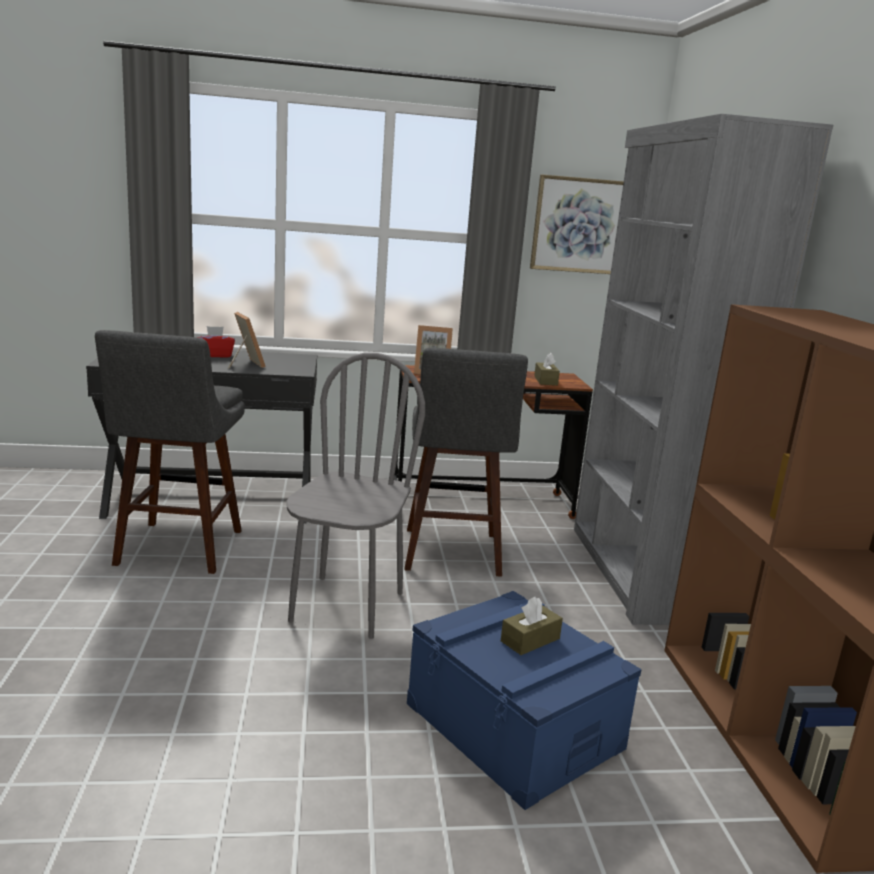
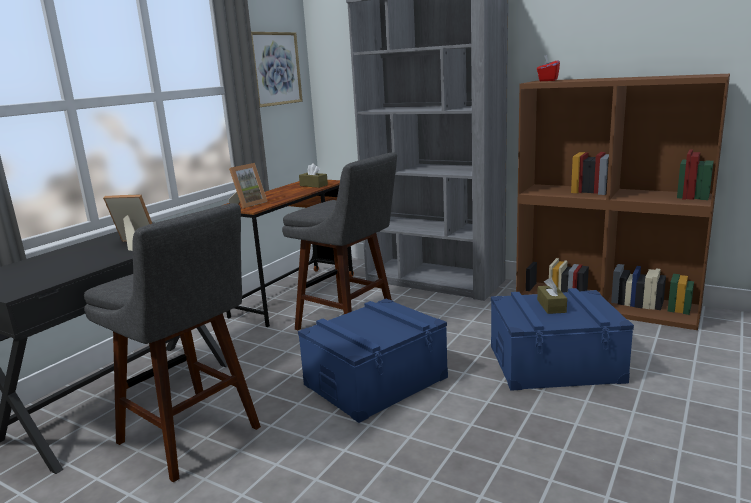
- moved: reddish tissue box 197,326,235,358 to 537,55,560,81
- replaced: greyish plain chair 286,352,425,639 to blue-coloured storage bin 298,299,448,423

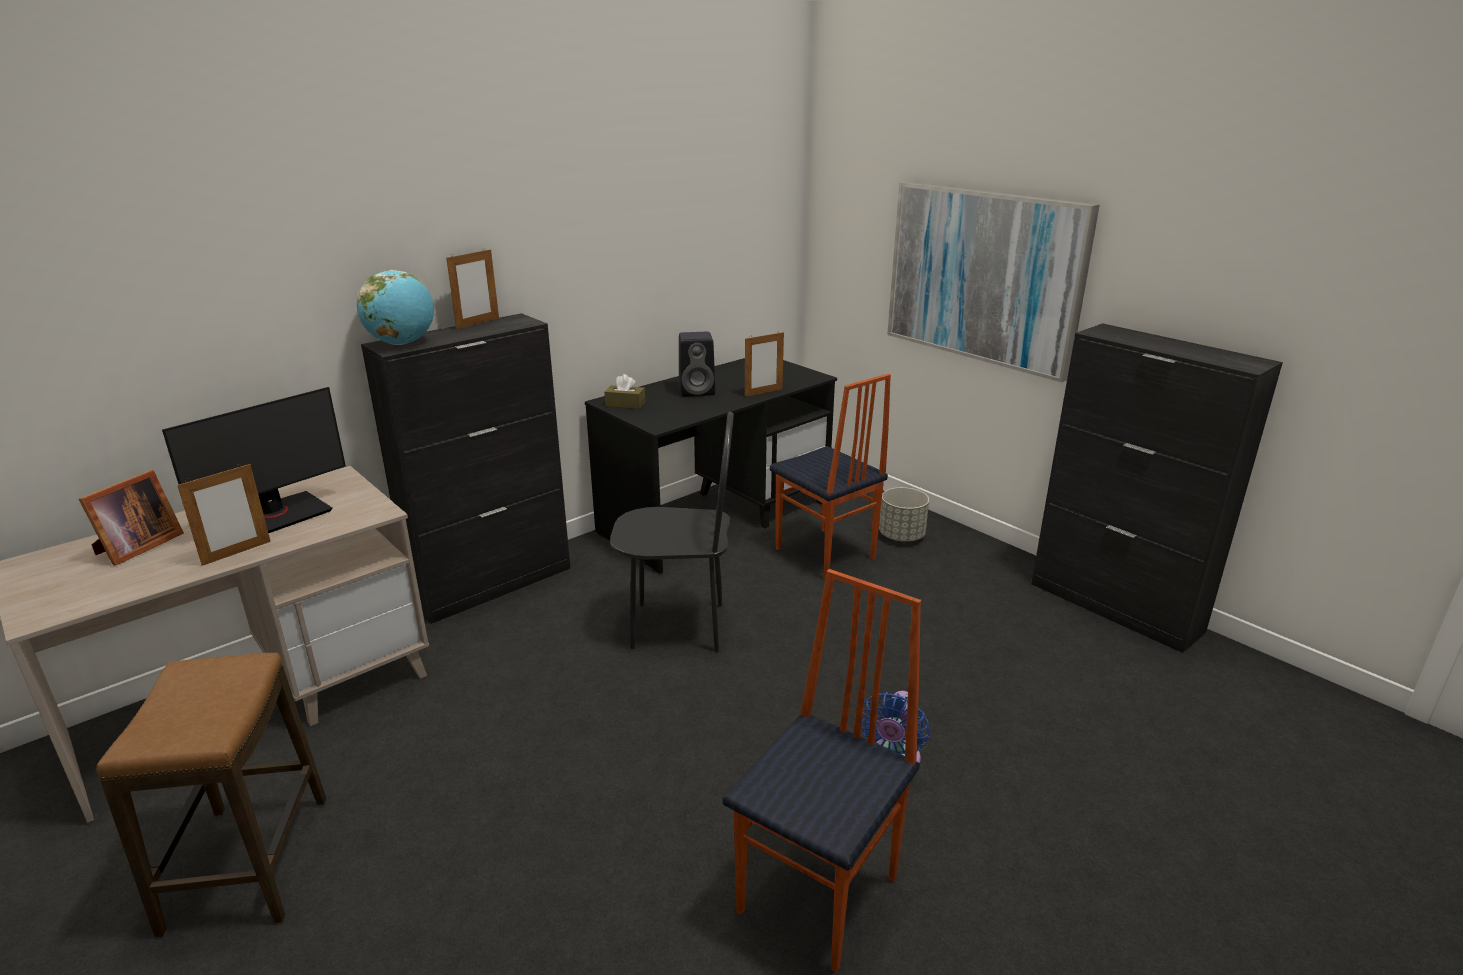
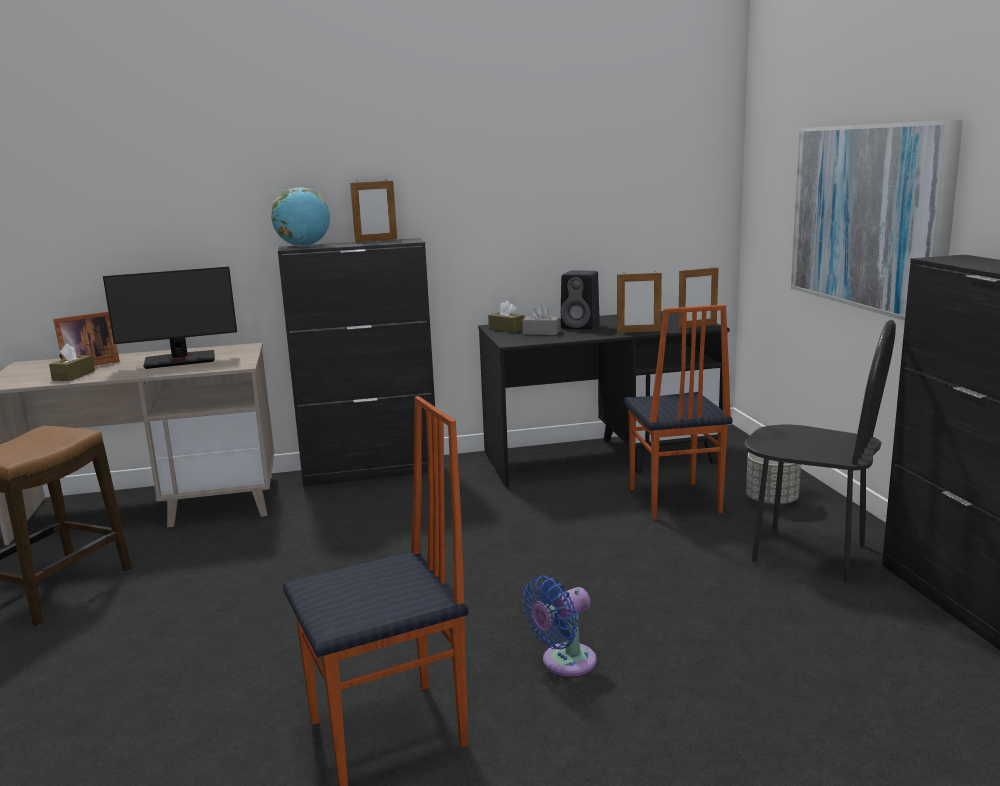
- moved: photo frame 177,464,271,566 to 678,267,719,329
- moved: black plain chair 610,412,734,652 to 745,320,896,583
- added: brown tissue box 49,343,95,381
- added: greyish tissue box 522,304,560,335

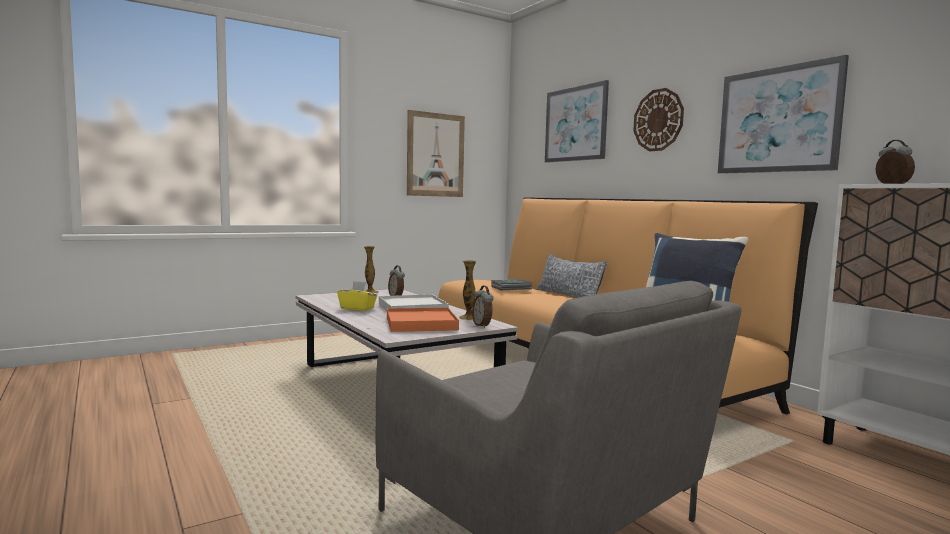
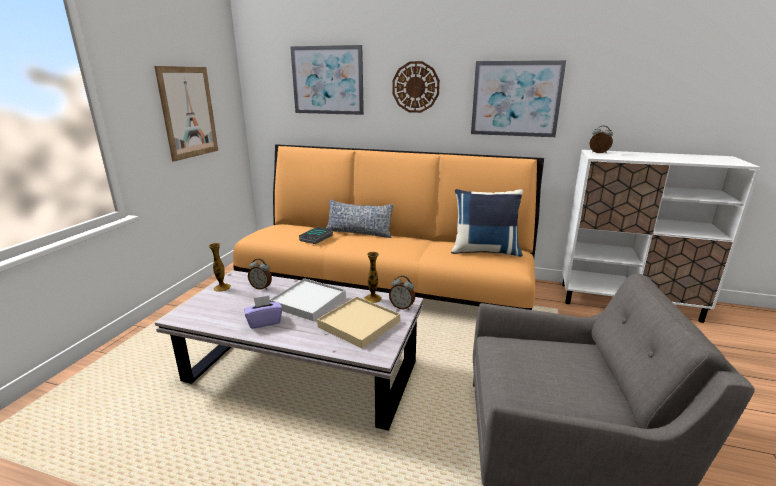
- recoloured: yellow tissue box 337,281,377,311 to purple tissue box 244,296,282,329
- recoloured: orange serving tray 387,307,459,332 to sand-coloured serving tray 317,297,400,349

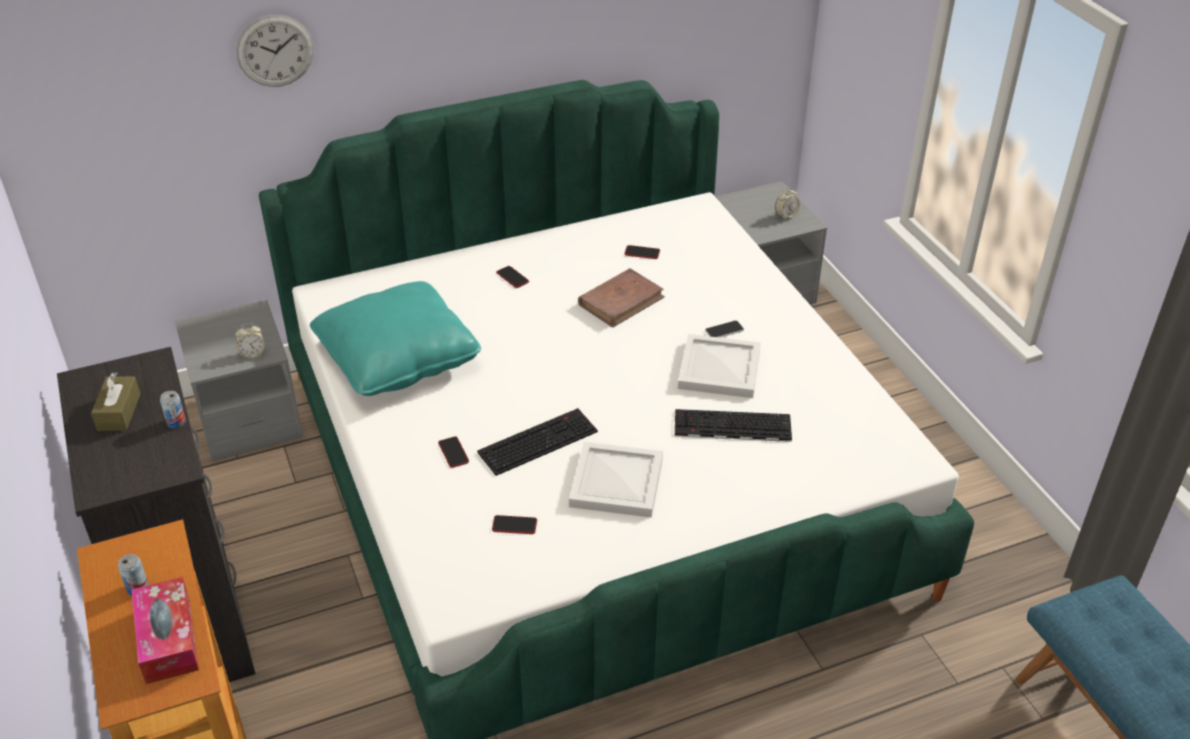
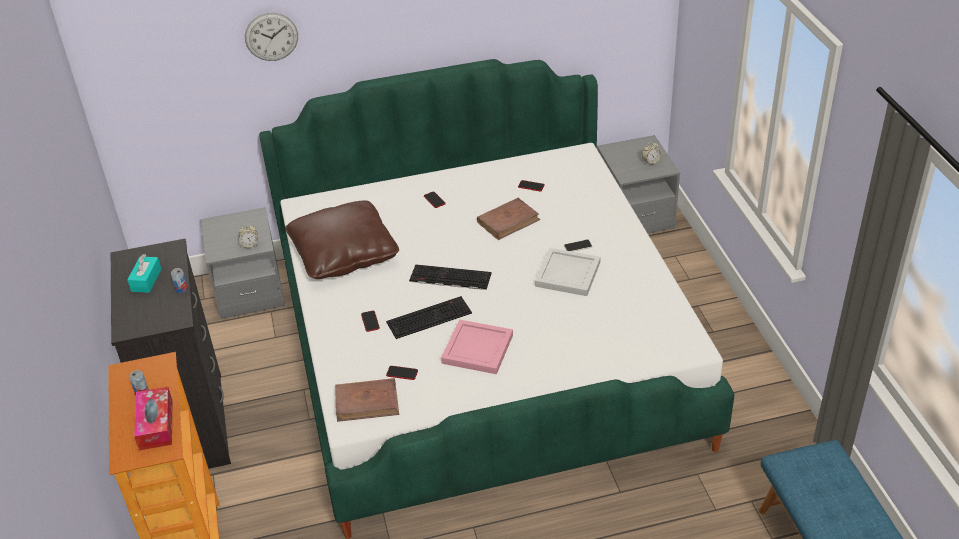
- recoloured: brown tissue box 91,372,140,431 to turquoise tissue box 127,254,161,293
- recoloured: turquoise pillow 310,281,481,396 to brown pillow 285,200,399,279
- recoloured: white serving tray 569,442,663,518 to pink serving tray 441,319,513,374
- moved: keyboard 675,409,792,442 to 409,264,492,290
- added: brown book 335,378,399,422

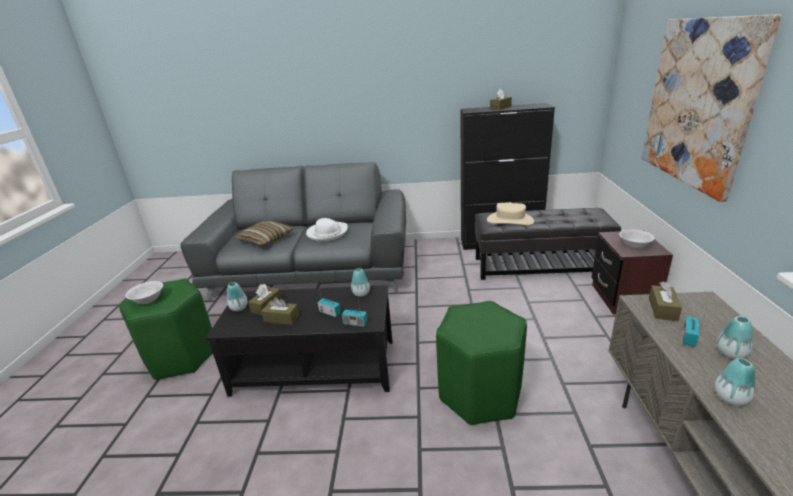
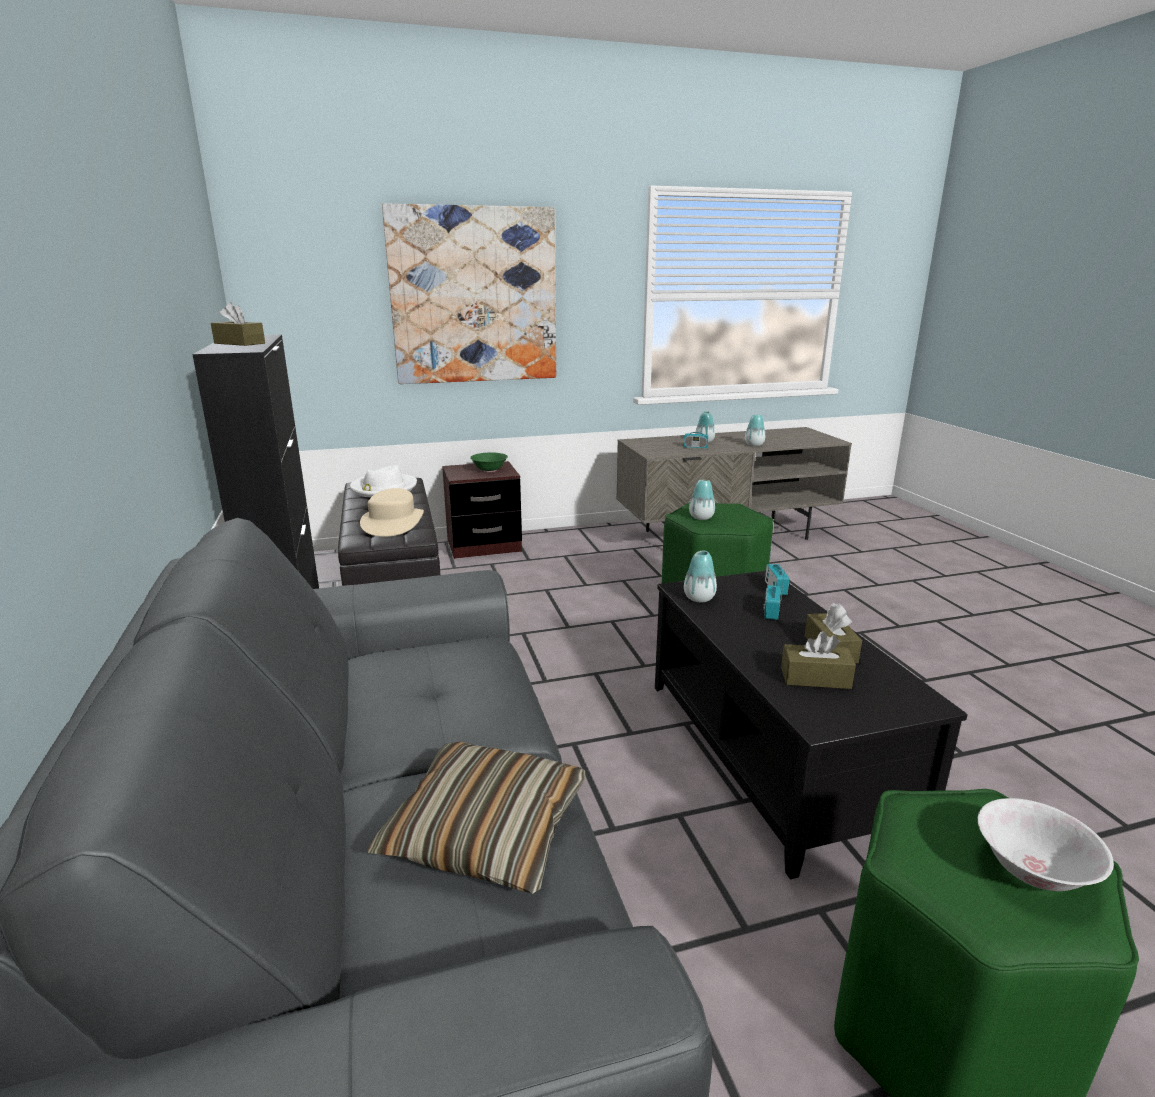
- moved: vase 227,282,247,311 to 689,480,715,520
- moved: white clothing hat 306,218,348,241 to 350,465,417,497
- recoloured: white deep dish 619,229,654,249 to green deep dish 470,452,508,472
- removed: brown tissue box 649,282,682,321

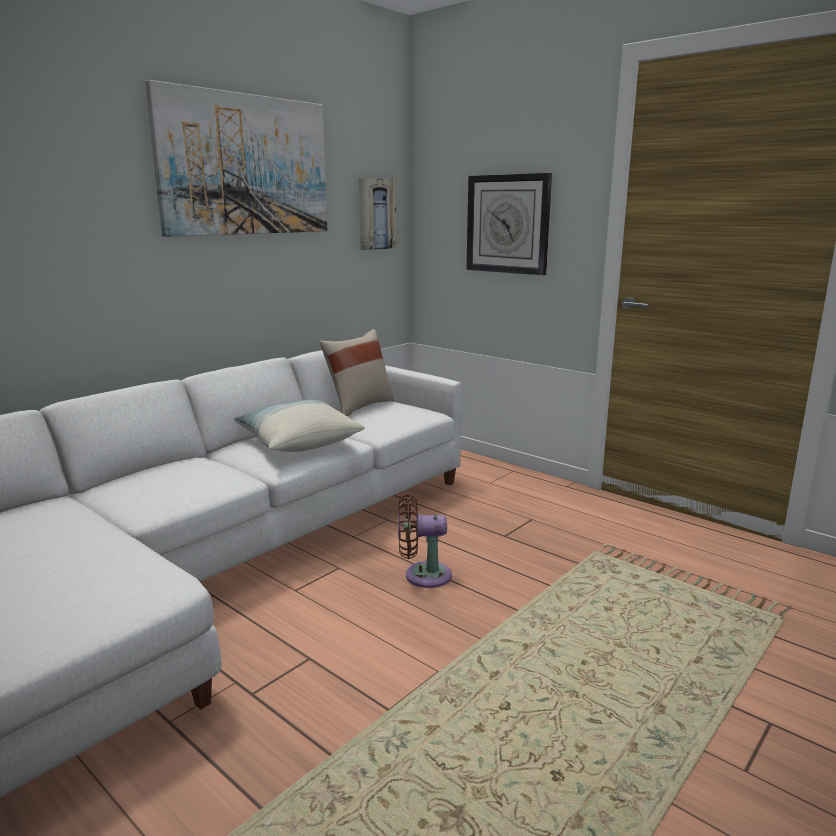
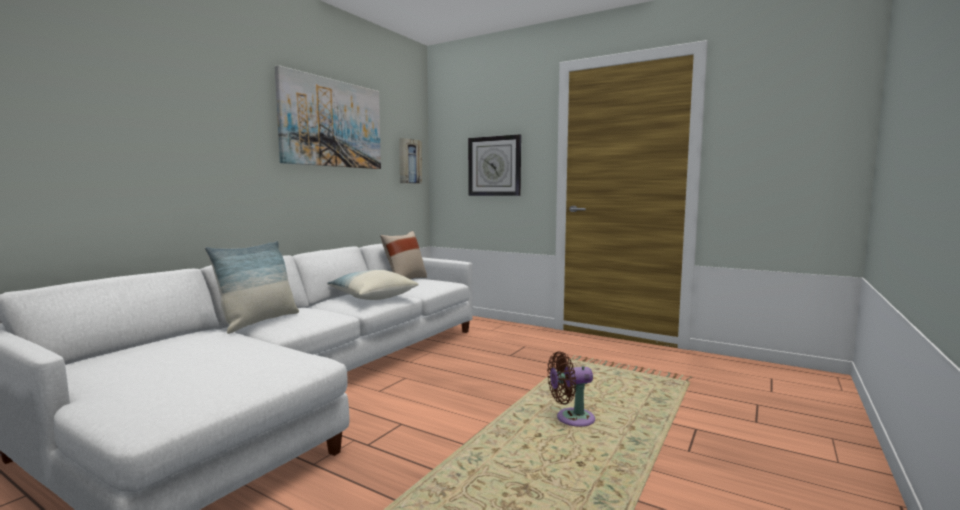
- moved: brown cooling fan 398,495,452,588 to 547,351,595,427
- added: pillow 205,241,299,334

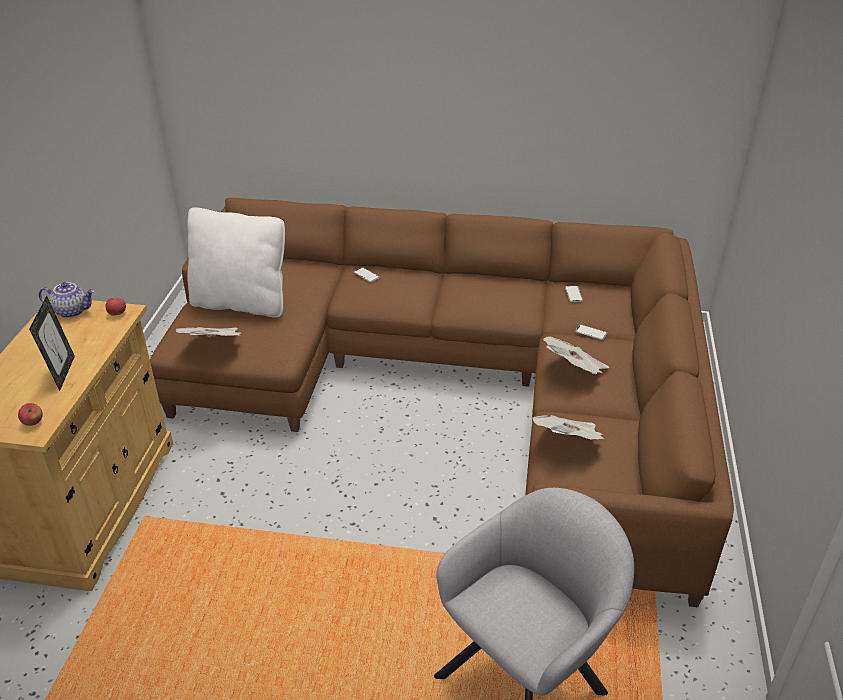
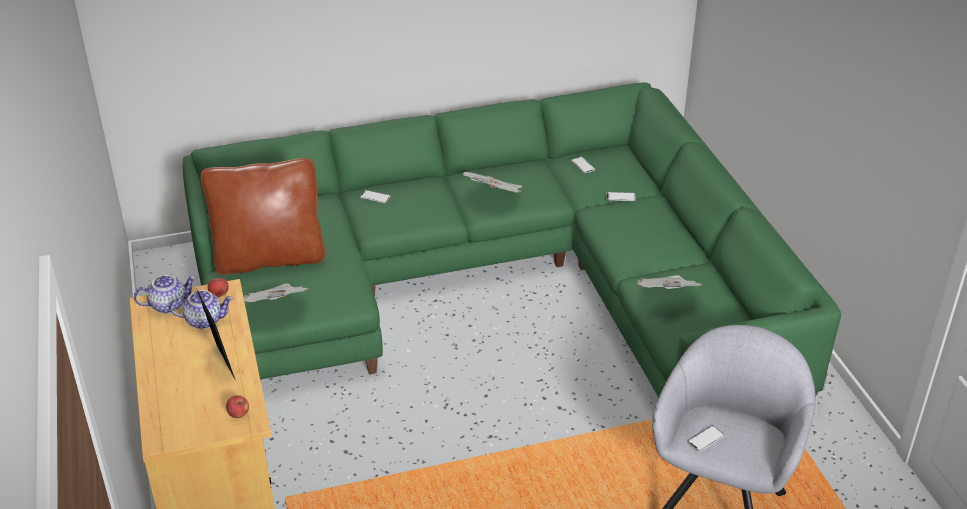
- recoloured: brown settee 150,198,734,607 to green settee 183,82,841,398
- recoloured: white pillow 187,207,285,317 to brown pillow 201,158,325,275
- moved: printed paper 543,336,609,374 to 463,172,523,193
- added: tea pot 170,290,233,329
- added: phone 687,426,725,452

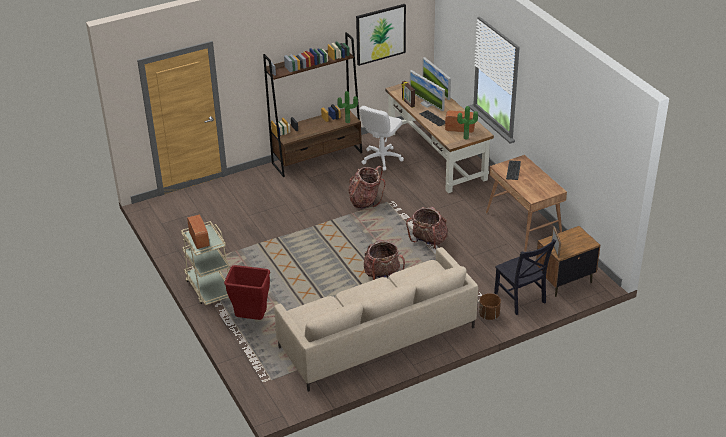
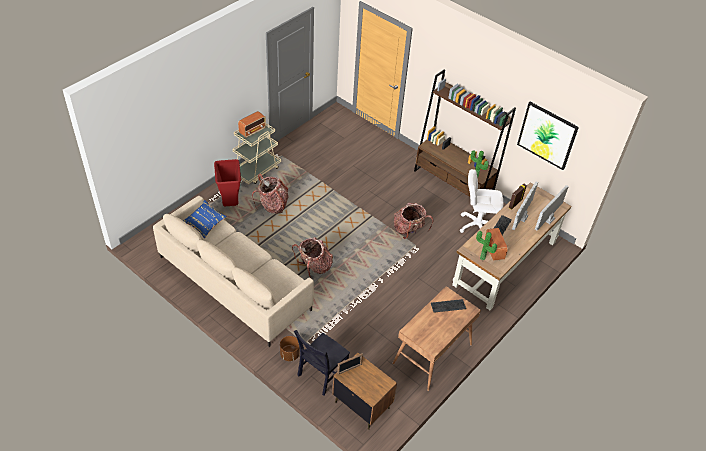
- moved: backpack 406,207,448,249 to 252,174,289,214
- added: blue-coloured pillow 183,200,227,239

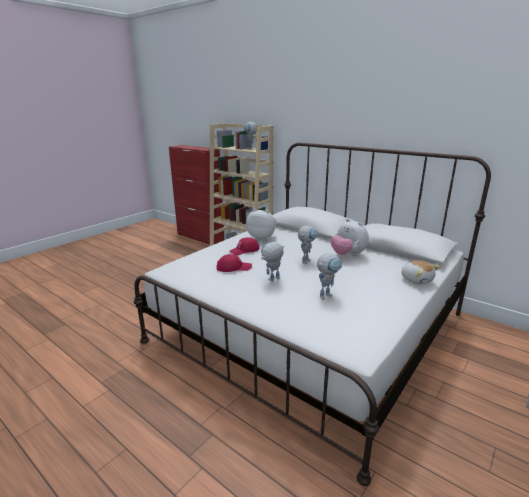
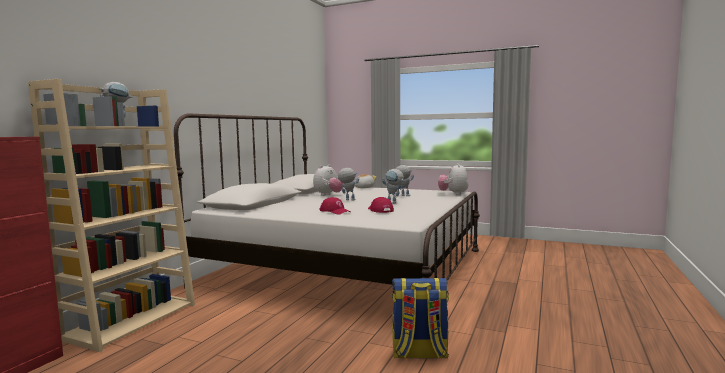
- moved: soft toy 246,208,277,241 to 438,163,469,195
- added: backpack 392,278,449,358

